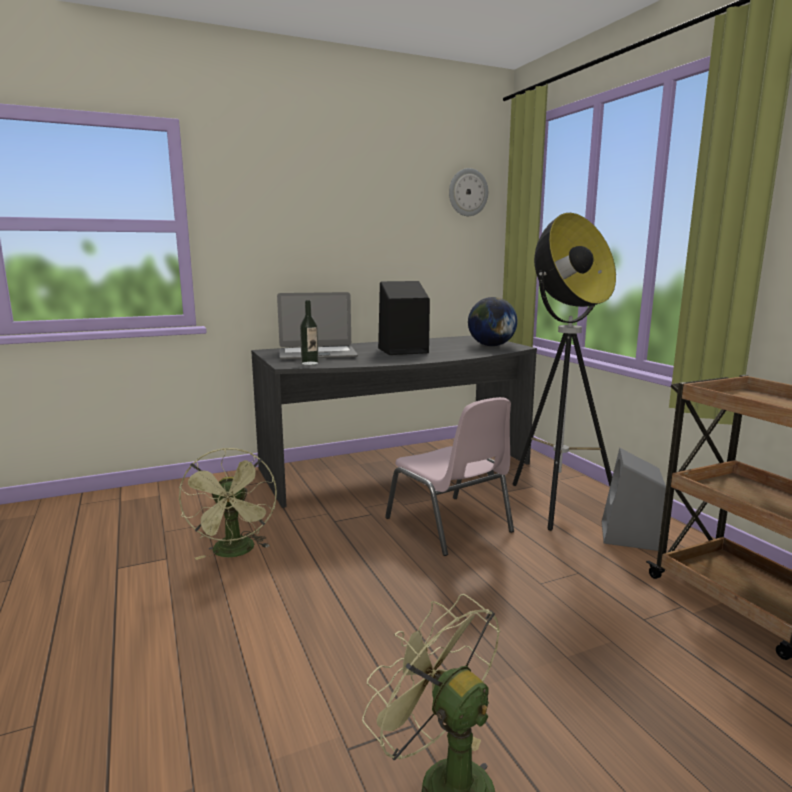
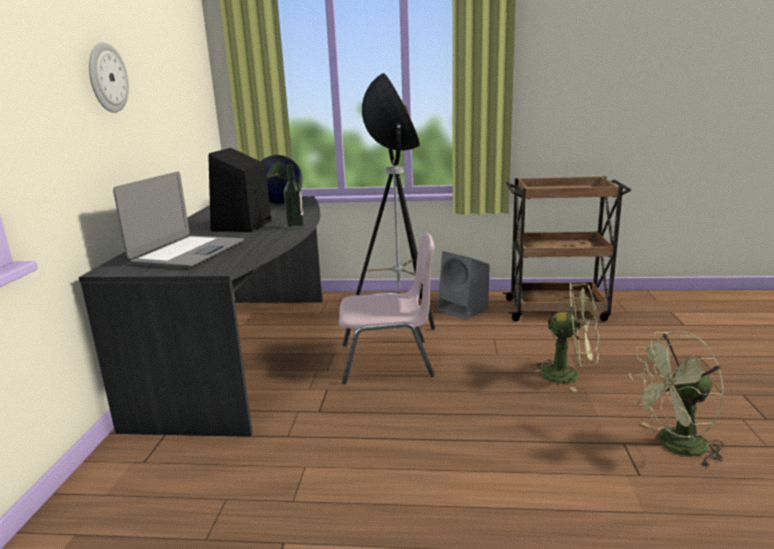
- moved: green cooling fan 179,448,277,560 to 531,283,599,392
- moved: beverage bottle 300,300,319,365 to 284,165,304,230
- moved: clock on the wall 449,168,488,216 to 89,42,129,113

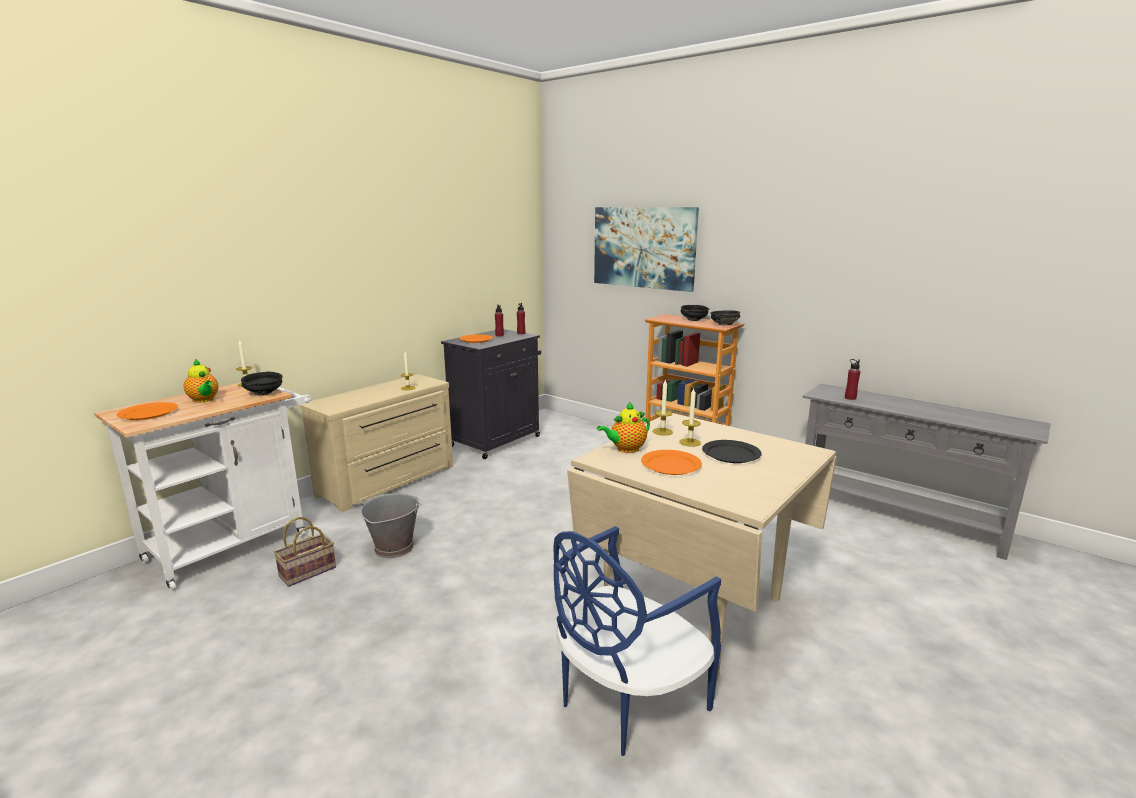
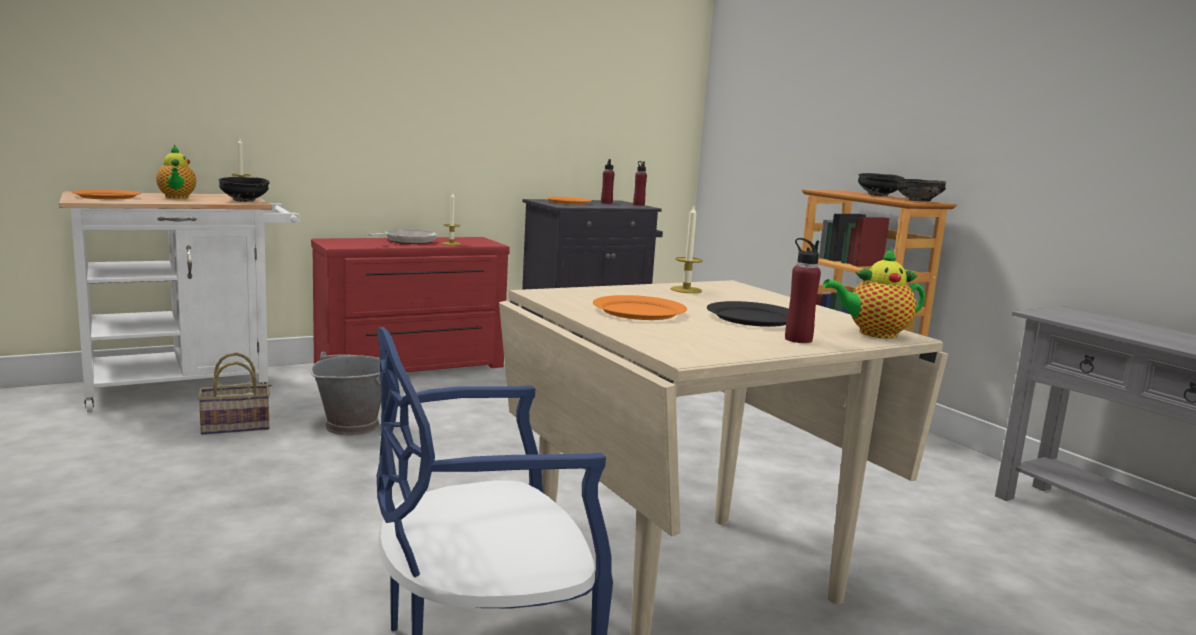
- recoloured: sand-coloured chest of drawers 300,374,453,512 to reddish chest of drawers 311,237,510,372
- removed: picture 594,207,699,292
- moved: tea pot 597,402,650,453 to 823,247,925,339
- removed: wax candle 679,389,701,447
- moved: reddish beverage bottle 845,359,860,400 to 785,238,821,343
- added: pan 367,230,437,244

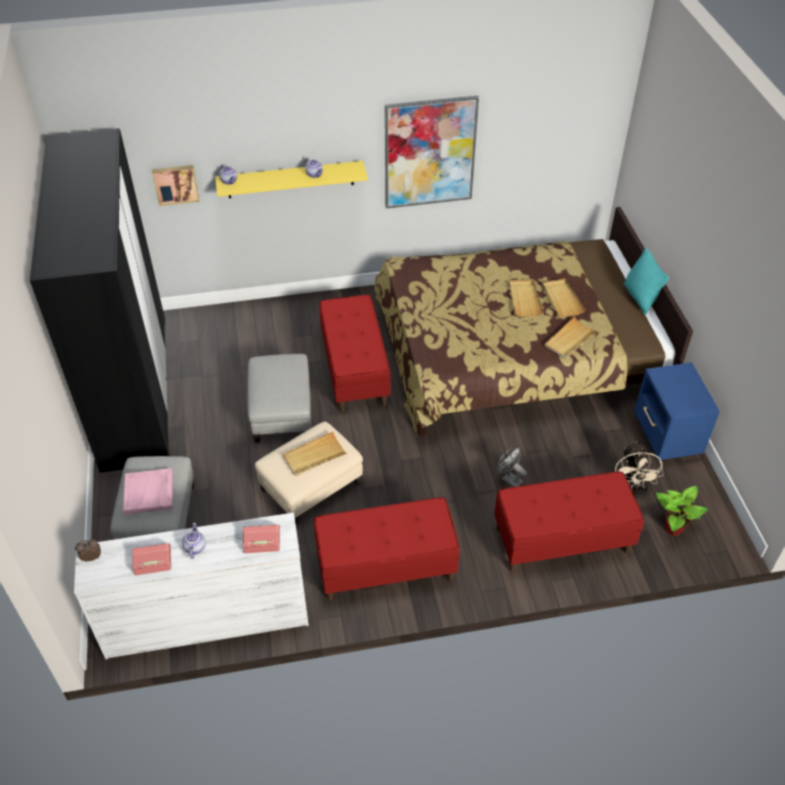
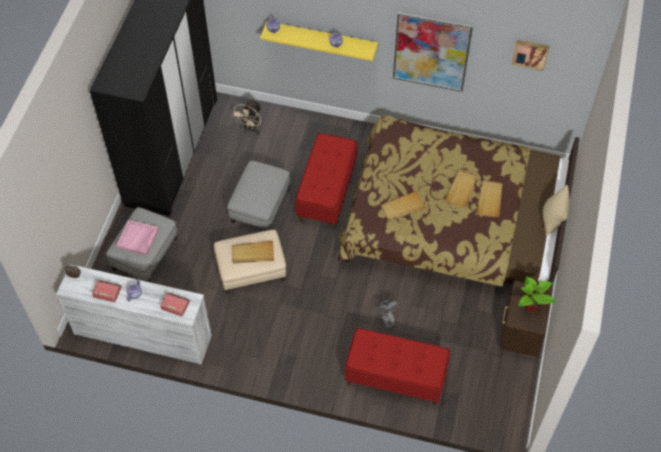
- moved: picture 152,165,200,206 to 512,40,550,71
- removed: reddish indoor bench 314,497,460,601
- moved: sand-coloured serving tray 544,316,597,359 to 381,191,426,221
- moved: sand-coloured cooling fan 615,441,664,491 to 231,100,262,135
- recoloured: turquoise pillow 624,248,669,315 to sand-coloured pillow 543,185,570,236
- recoloured: blue-coloured bedside table 634,362,720,460 to brown bedside table 499,280,553,357
- moved: houseplant 656,486,708,536 to 518,276,556,312

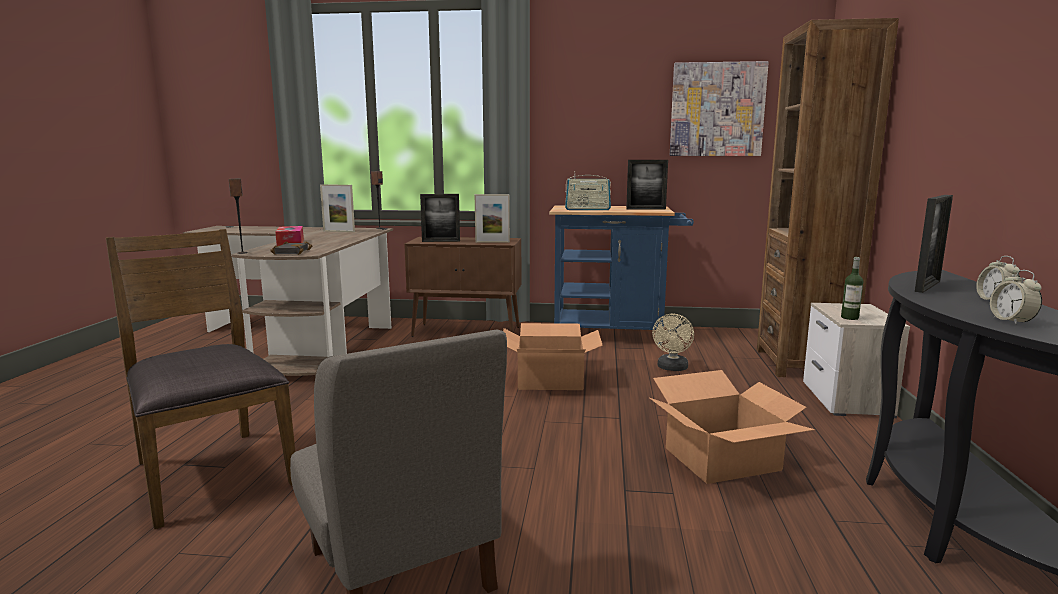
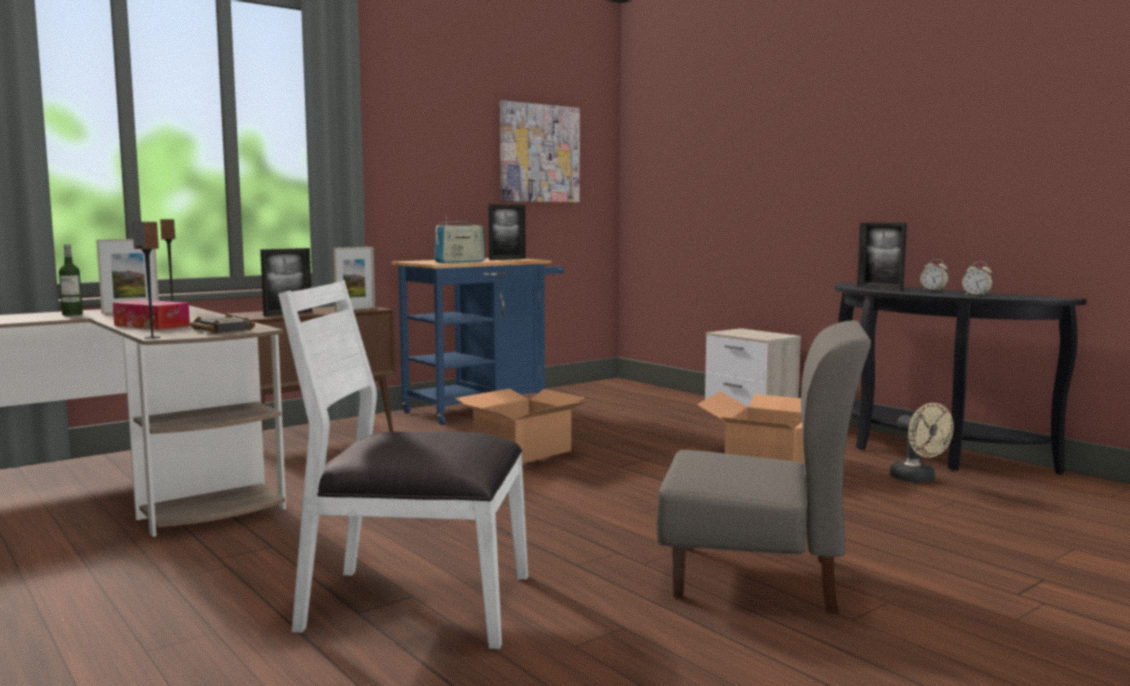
- recoloured: brown plain chair 106,229,295,529 to white plain chair 278,280,528,649
- moved: sand-coloured cooling fan 652,314,694,371 to 890,403,954,483
- removed: brown bookshelf 757,18,899,377
- moved: beverage bottle 841,257,863,320 to 59,244,83,316
- turned: photo frame 915,195,953,293 = 857,222,907,291 150 degrees clockwise

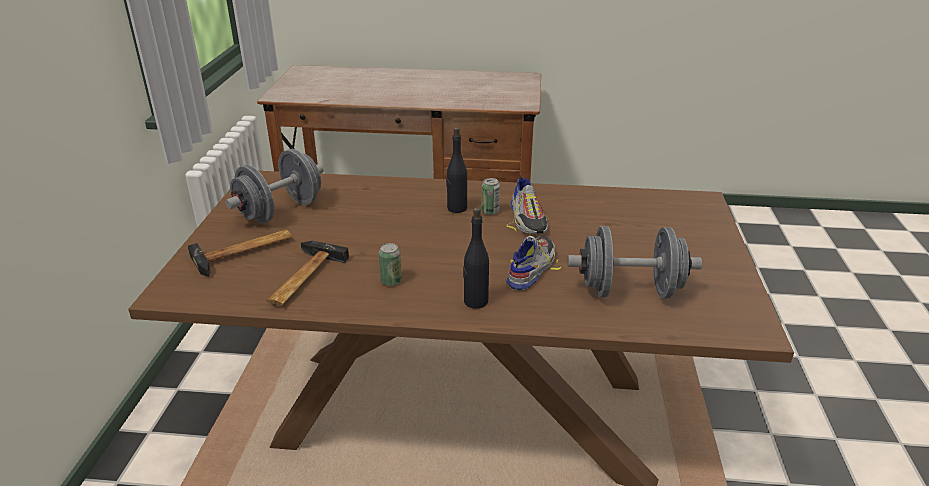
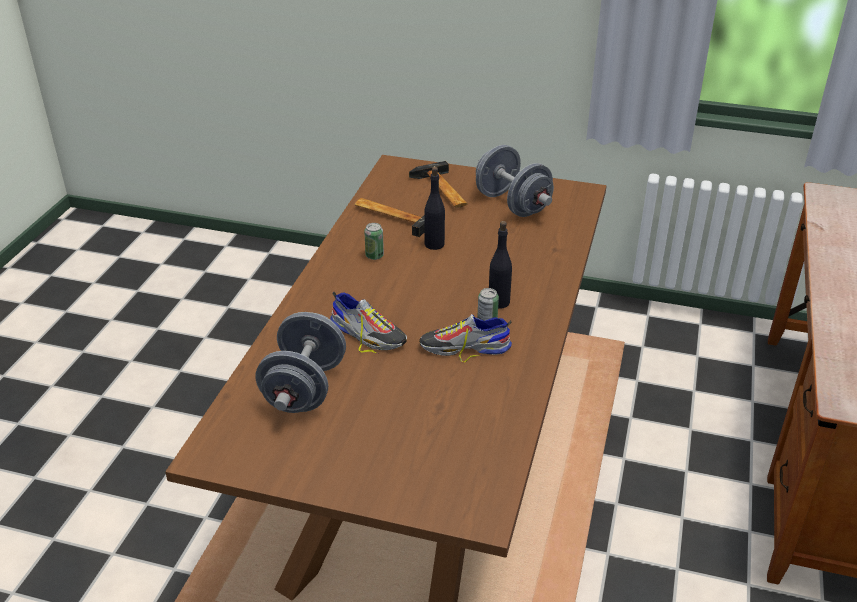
- moved: black beverage bottle 463,207,489,309 to 424,167,445,250

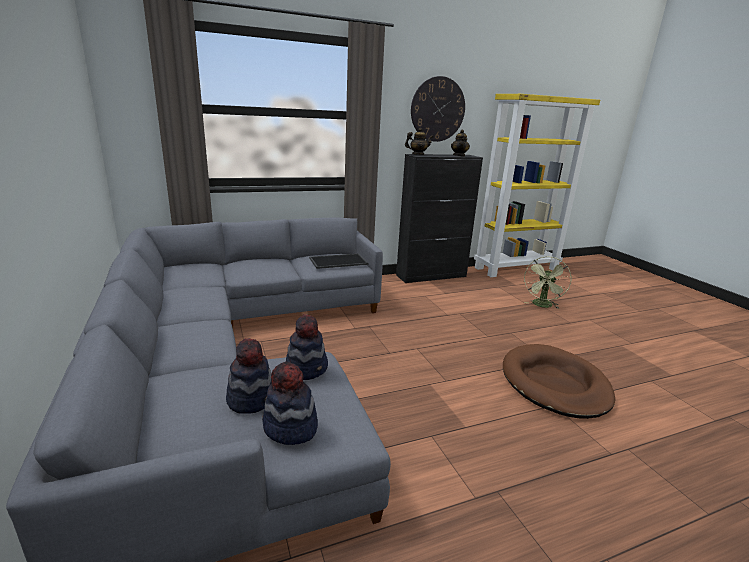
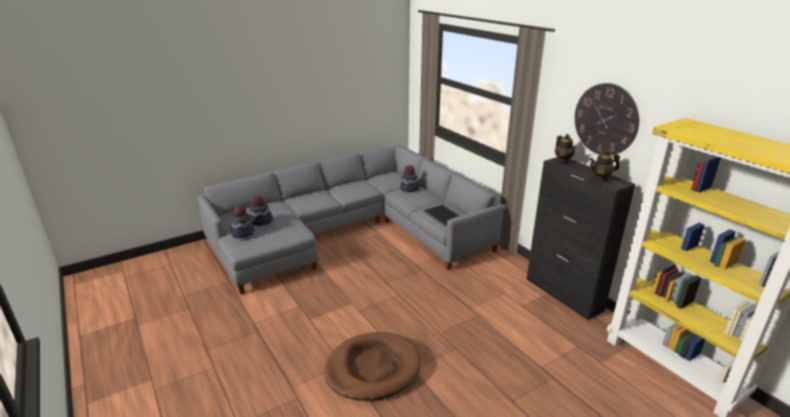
- moved: clothing hat 286,314,328,380 to 400,165,420,192
- removed: green cooling fan 524,257,571,309

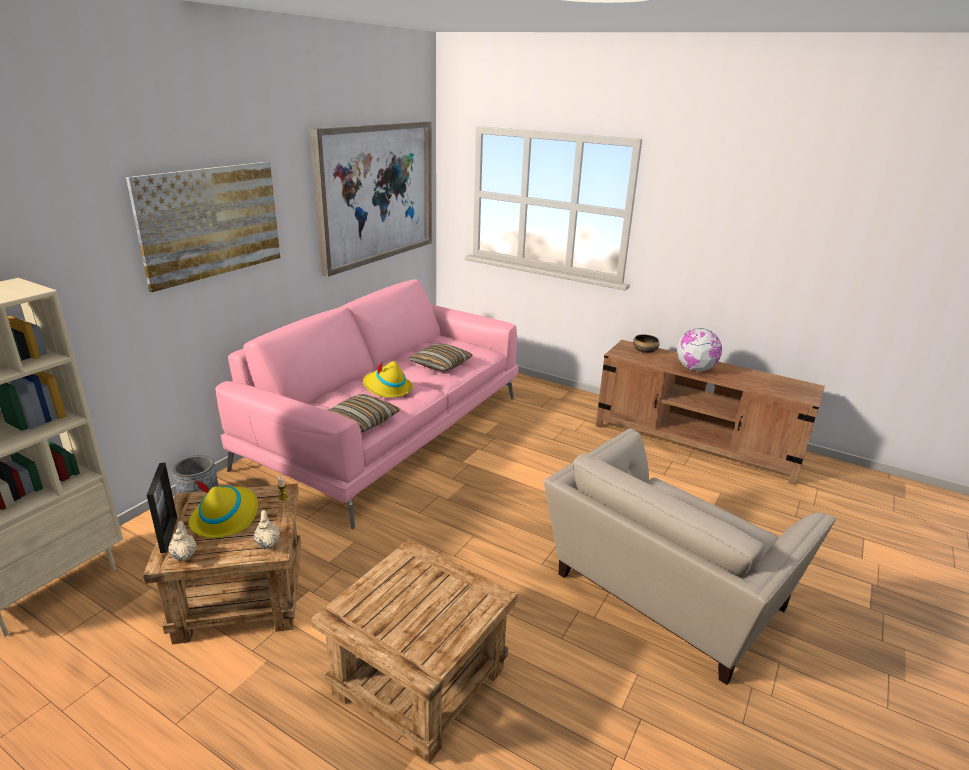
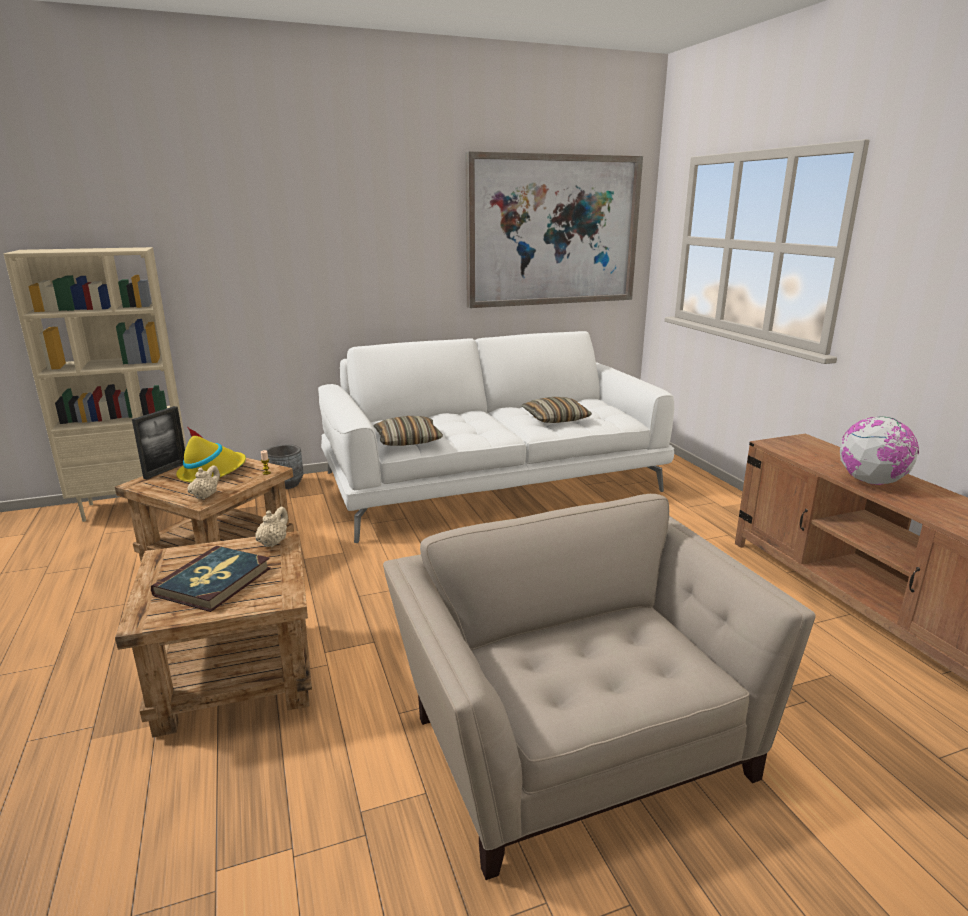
- removed: picture 126,161,280,292
- moved: sand-coloured tea pot 168,521,196,561 to 255,507,288,547
- recoloured: pink settee 215,279,518,529 to white settee 318,331,674,543
- removed: yellow clothing hat 363,361,413,398
- turned: sand-coloured easy chair 544,428,836,685 = 383,494,815,880 75 degrees clockwise
- removed: deep dish 633,334,659,353
- added: book 151,546,271,612

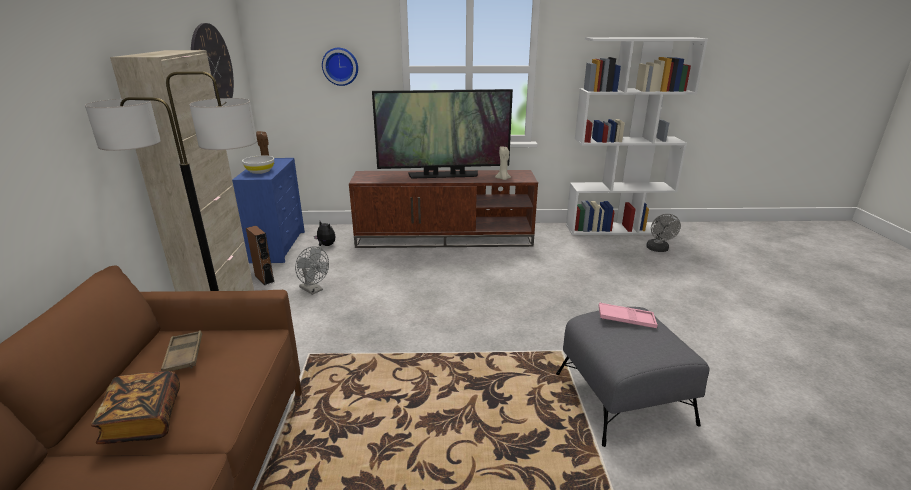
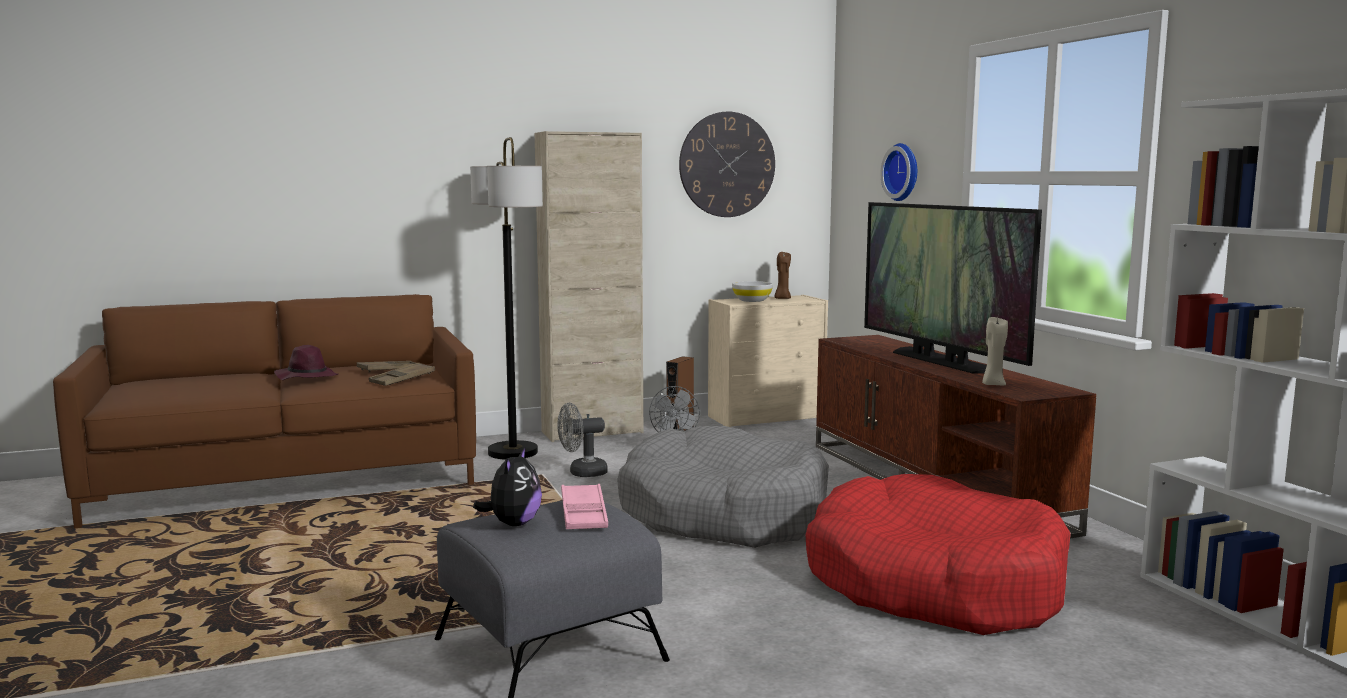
- replaced: book 91,371,180,444 to purple clothing hat 274,345,338,380
- recoloured: blue-coloured chest of drawers 232,158,305,263 to sand-coloured chest of drawers 708,295,828,427
- moved: soft toy 314,221,335,246 to 473,446,542,526
- moved: greyish cooling fan 646,214,681,252 to 557,403,608,477
- added: brown serving tray 369,363,435,386
- added: greyish dog cushion 617,426,829,548
- added: reddish dog cushion 805,474,1071,635

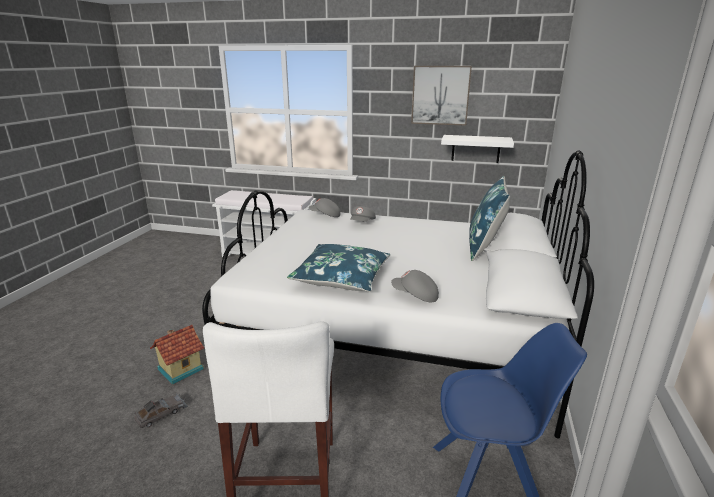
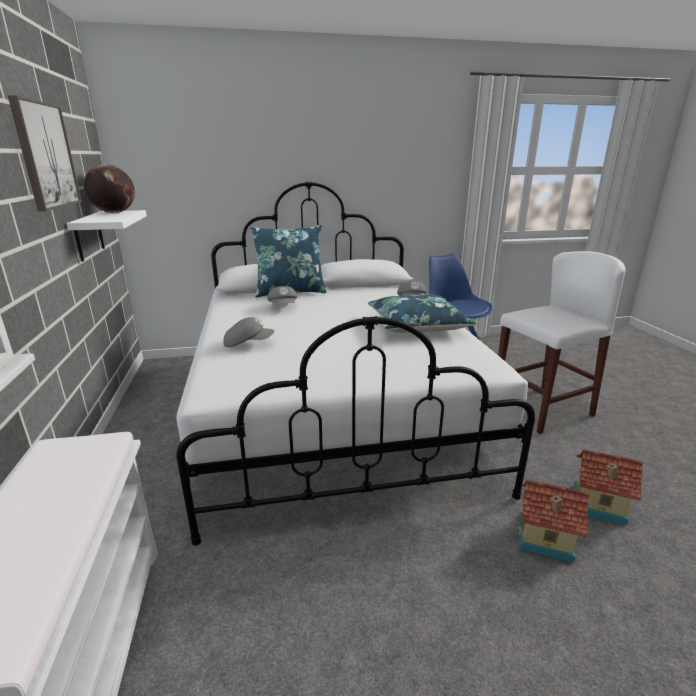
- replaced: greyish toy car 134,393,188,428 to toy house 574,449,643,525
- moved: greyish peaked cap 309,198,340,217 to 267,286,297,304
- added: desk globe 84,164,135,213

